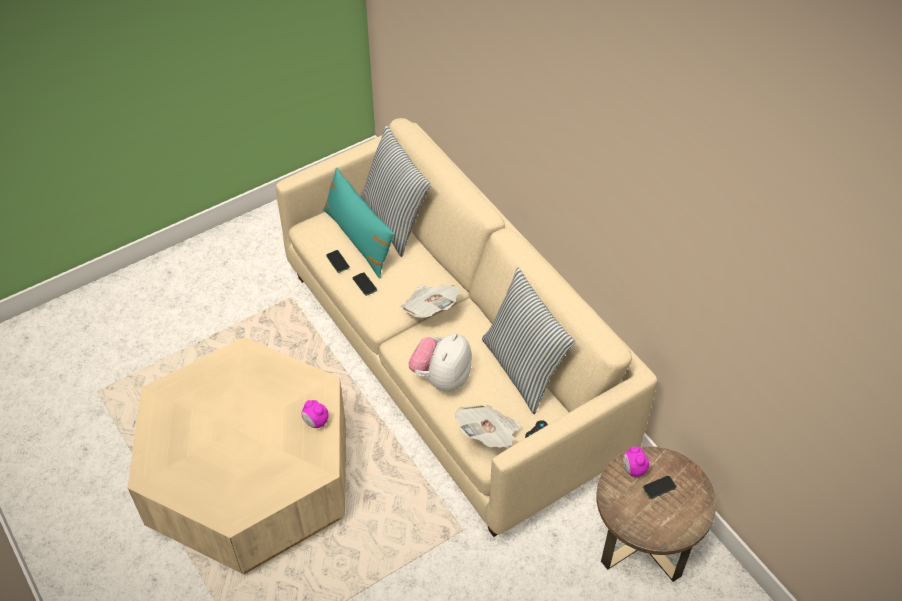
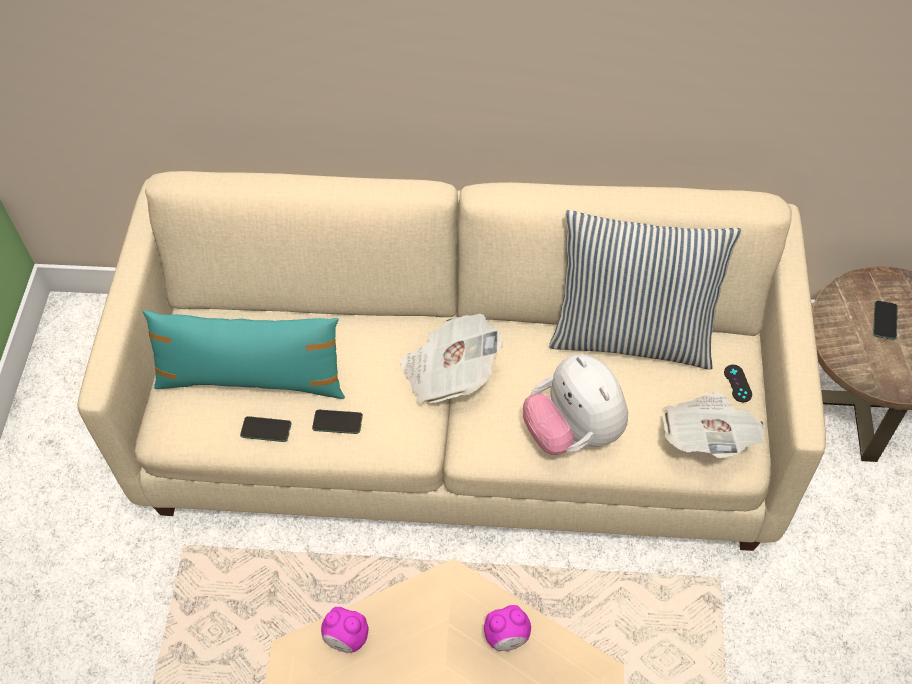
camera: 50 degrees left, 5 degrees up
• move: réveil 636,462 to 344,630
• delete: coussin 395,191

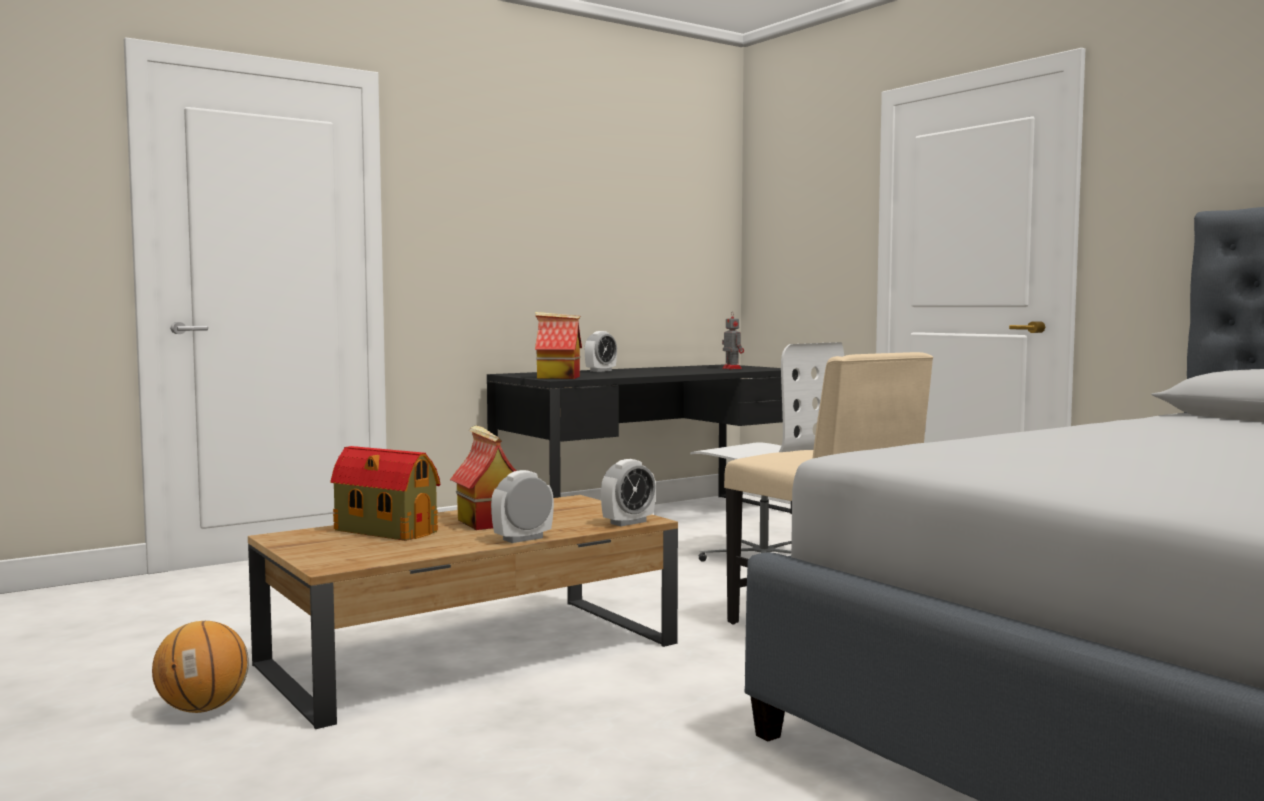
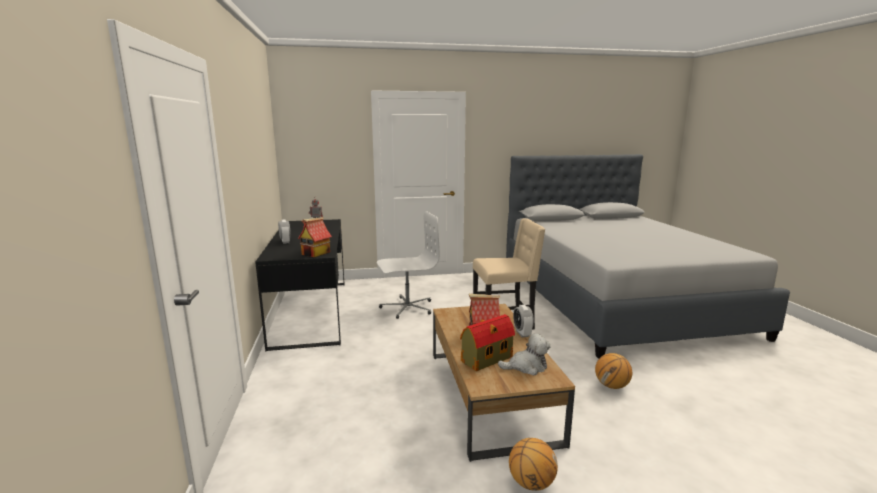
camera: 65 degrees left, 10 degrees up
• insert: peluche 524,354
• insert: ballon de basket 613,371
• delete: réveil 628,492

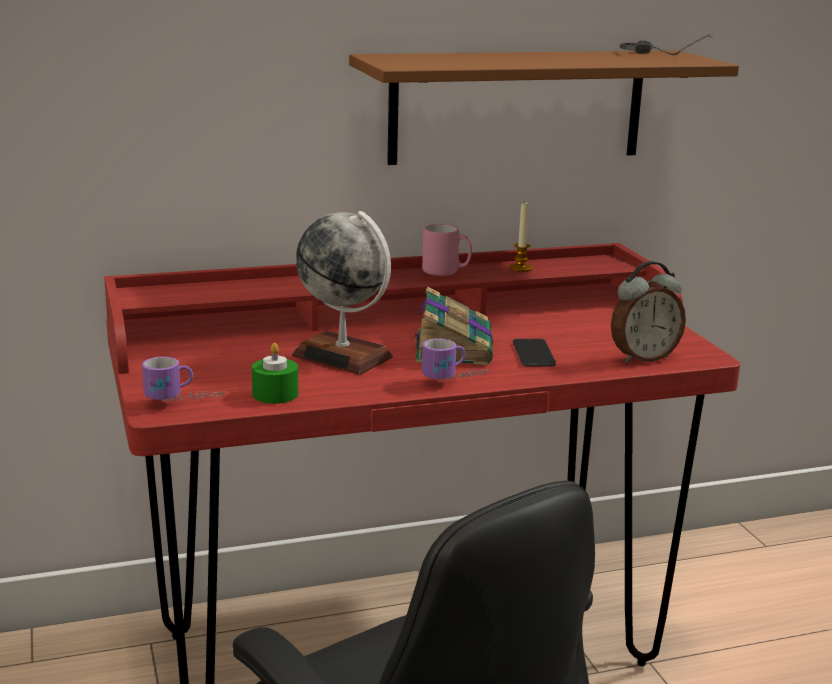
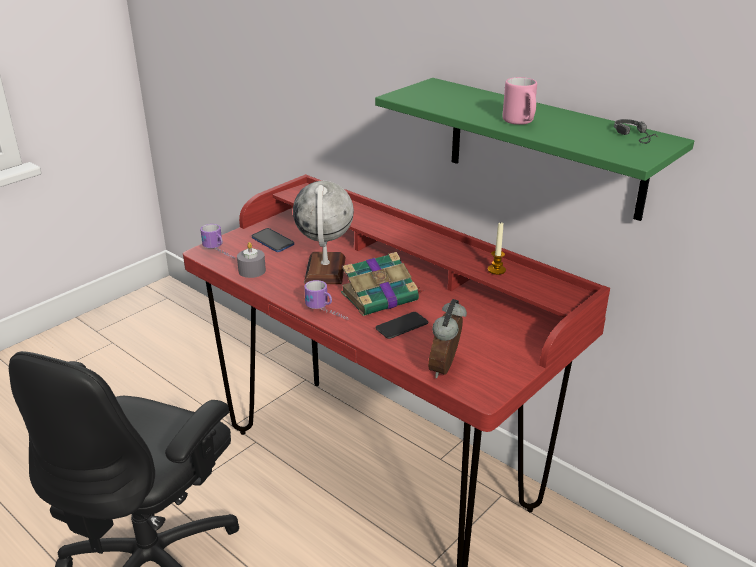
camera: 60 degrees right, 10 degrees up
• recolor: bougie (vert) 275,373 to bougie (gris) 251,260
• insert: téléphone 273,240
• recolor: étagère (marron) 544,108 to étagère (vert) 534,149
• rotate: réveil 648,312 = 447,338 75 degrees clockwise
• move: mug (rose) 447,250 to 519,101

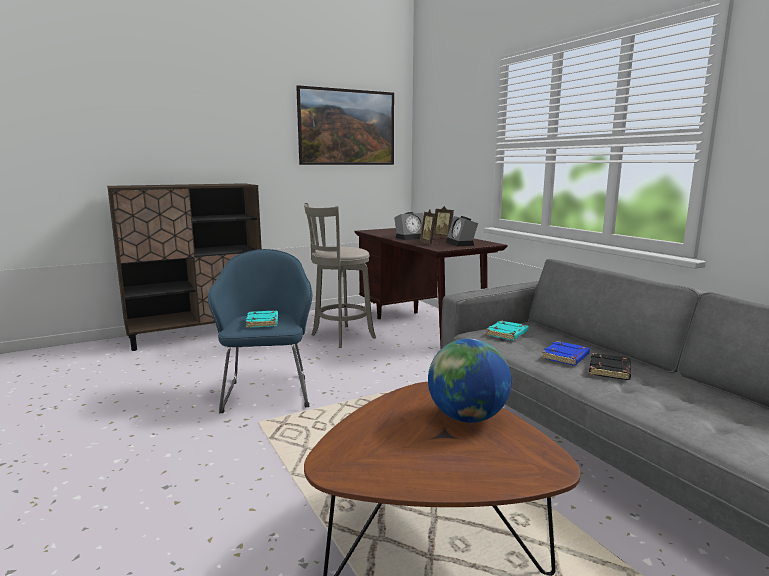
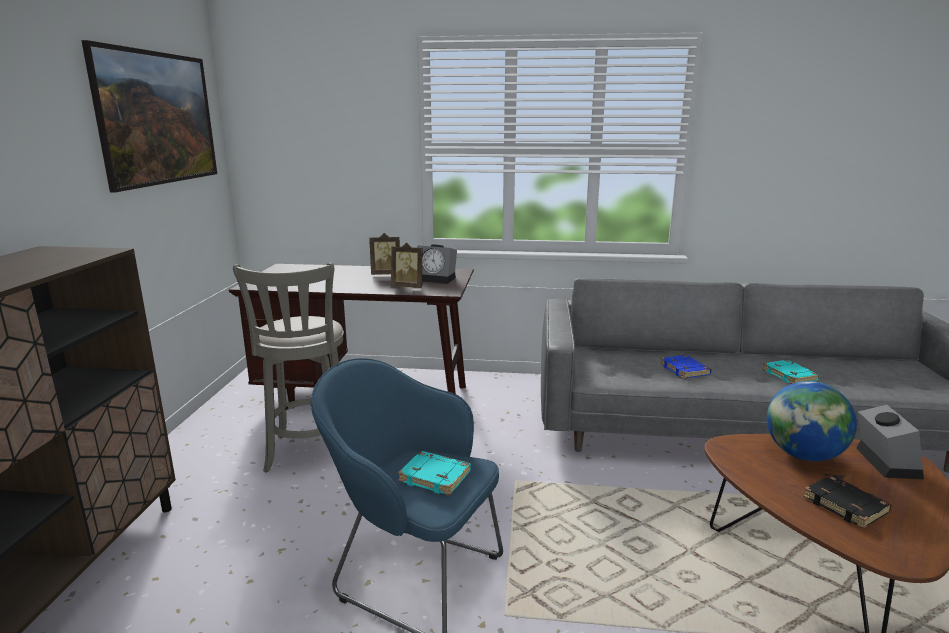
camera: 55 degrees left, 5 degrees up
• move: livre (turquoise) 507,330 to 791,372
• move: livre (noir) 610,366 to 847,501
• move: réveil 409,226 to 890,442

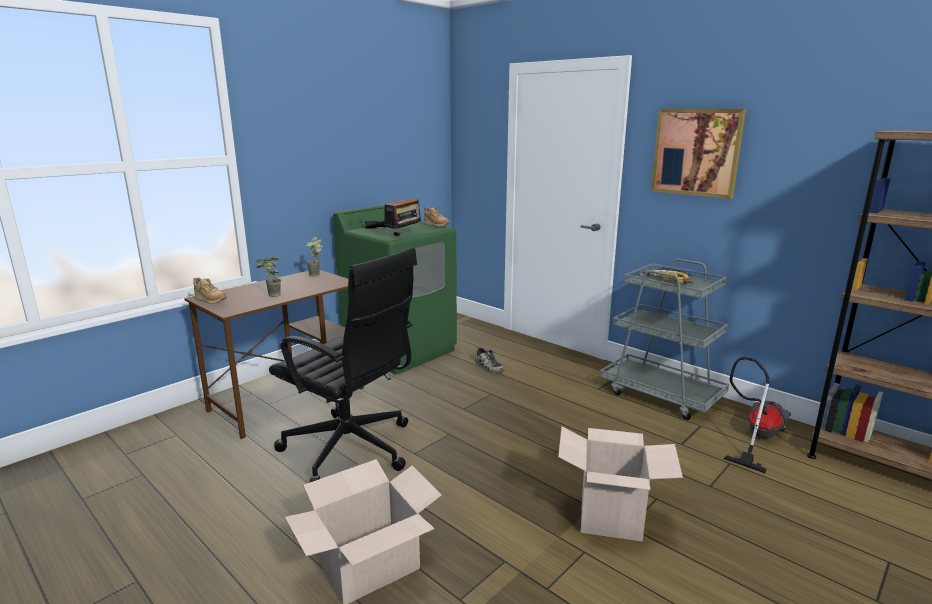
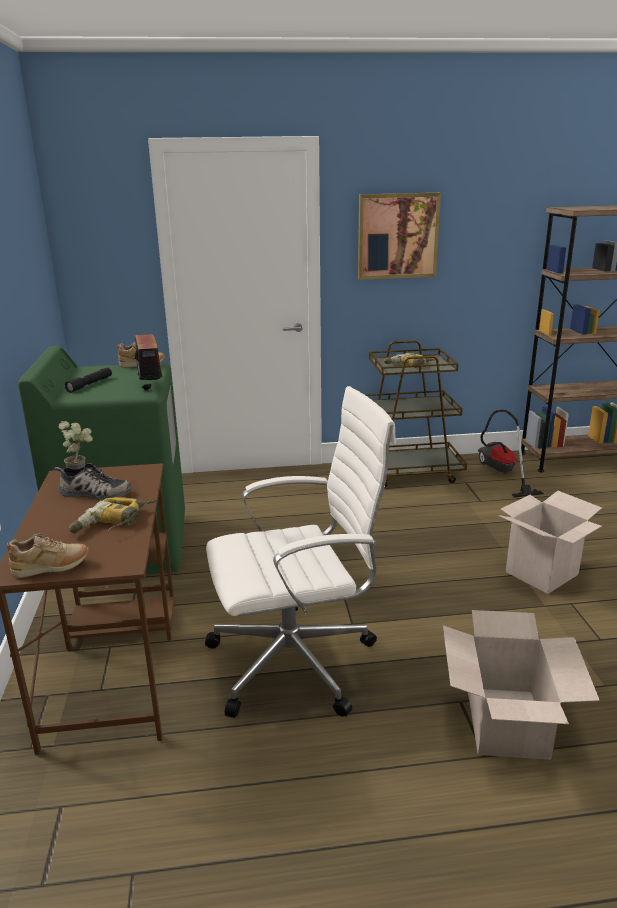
camera: 50 degrees left, 5 degrees up
• move: chaussure 489,360 to 92,481
• replace: plante en pot 268,277 to perceuse 112,515
• recolor: chaise de bureau (noir) 343,364 to chaise de bureau (blanc) 300,552
• recolor: chariot (gris) 664,339 to chariot (marron) 415,413

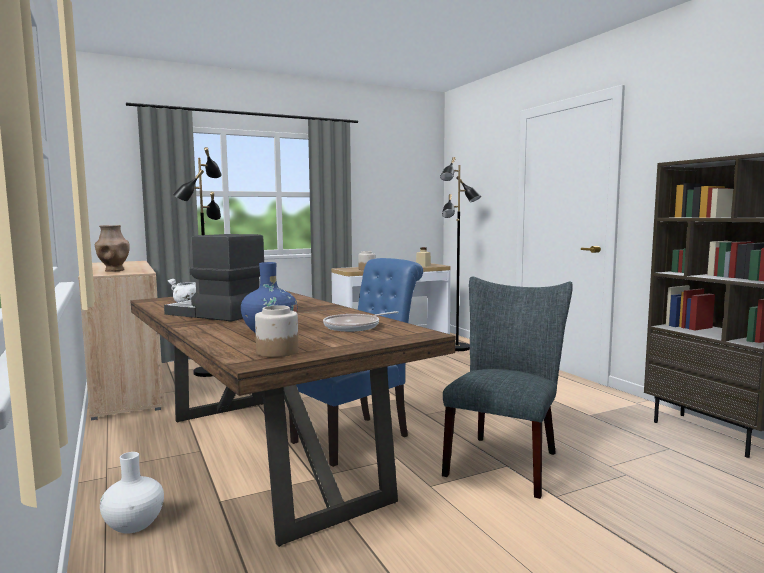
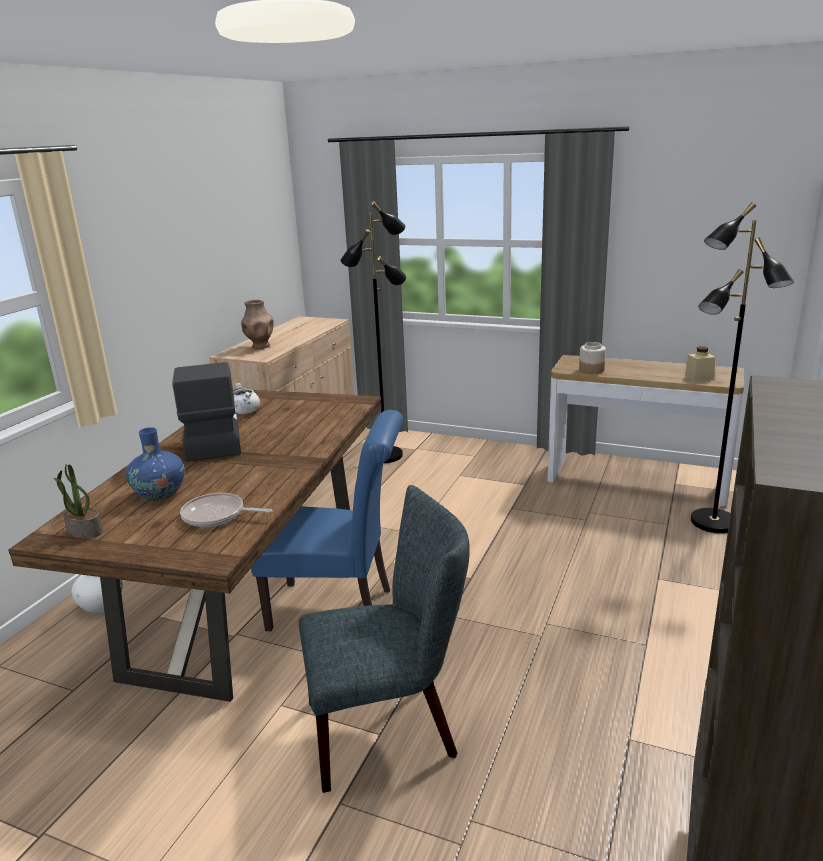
camera: 50 degrees right, 15 degrees up
• replace: bocal 277,331 to plante en pot 78,501

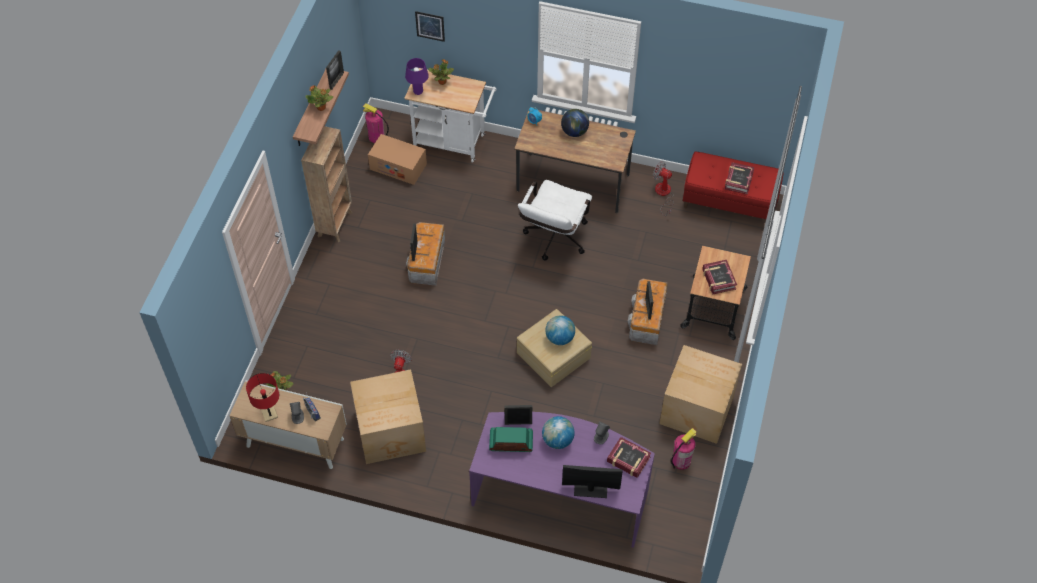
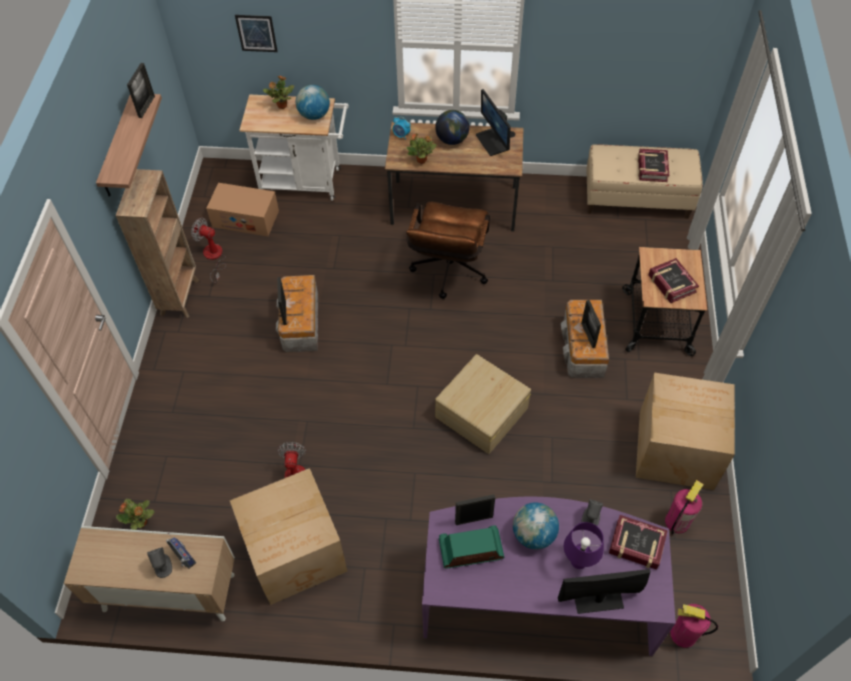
camera: 10 degrees left, 0 degrees up
• move: ventilateur 663,189 to 208,250
• move: globe 560,330 to 313,102
• move: plante en pot 319,98 to 421,149
• recolor: chaise de bureau (blanc) 555,220 to chaise de bureau (marron) 448,250
• insert: écran d'ordinateur 493,122
• move: lampe de table (violet) 417,76 to 584,545
• recolor: banc (rouge) 733,185 to banc (beige) 644,181
• move: extincteur 376,123 to 694,626
• delete: lampe de table (rouge) 262,397

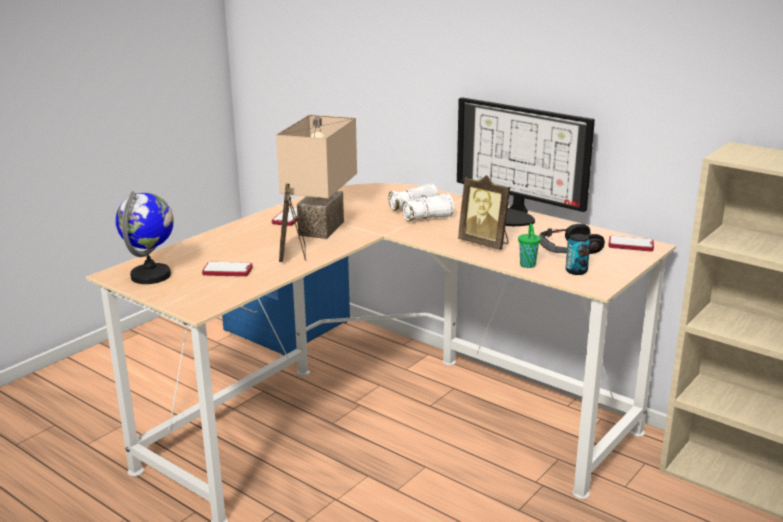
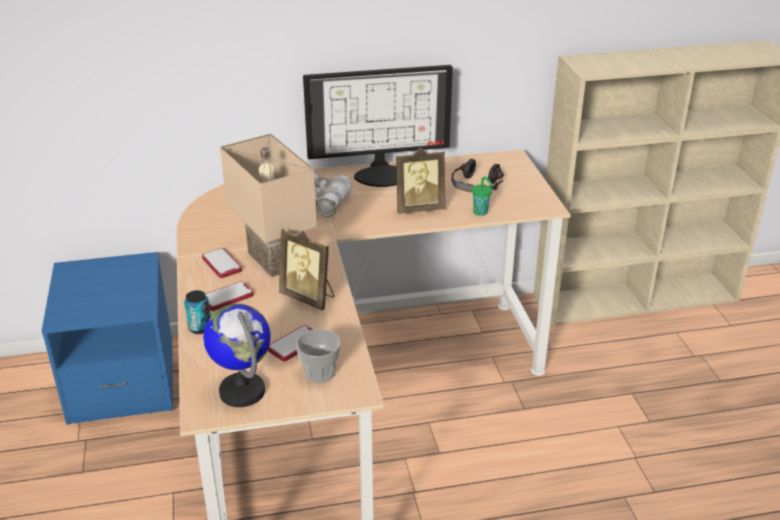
camera: 50 degrees left, 10 degrees up
• move: boîte métallique 578,254 to 197,312
• move: téléphone 631,244 to 229,296
• insert: tasse 318,356

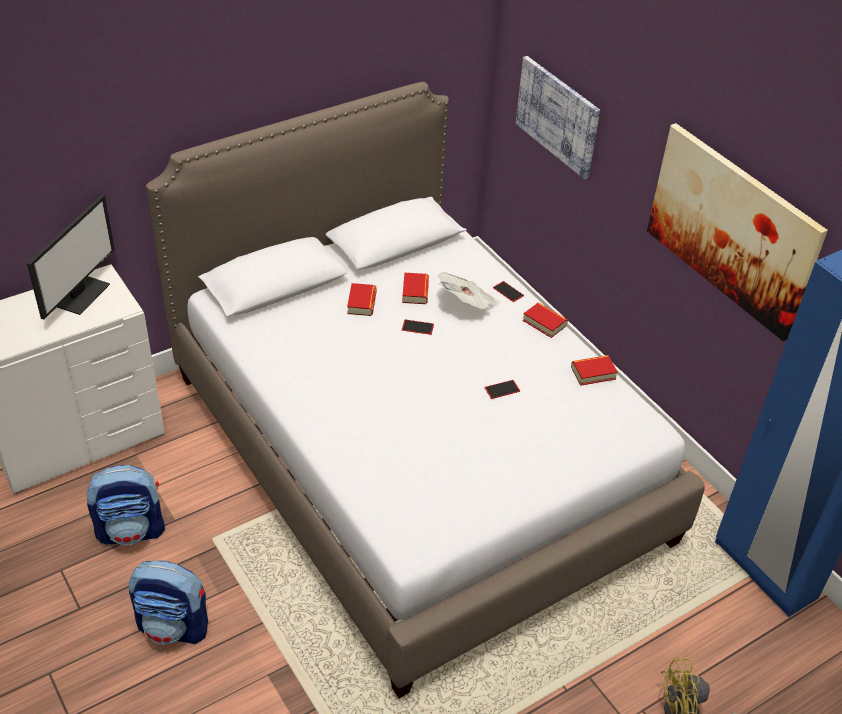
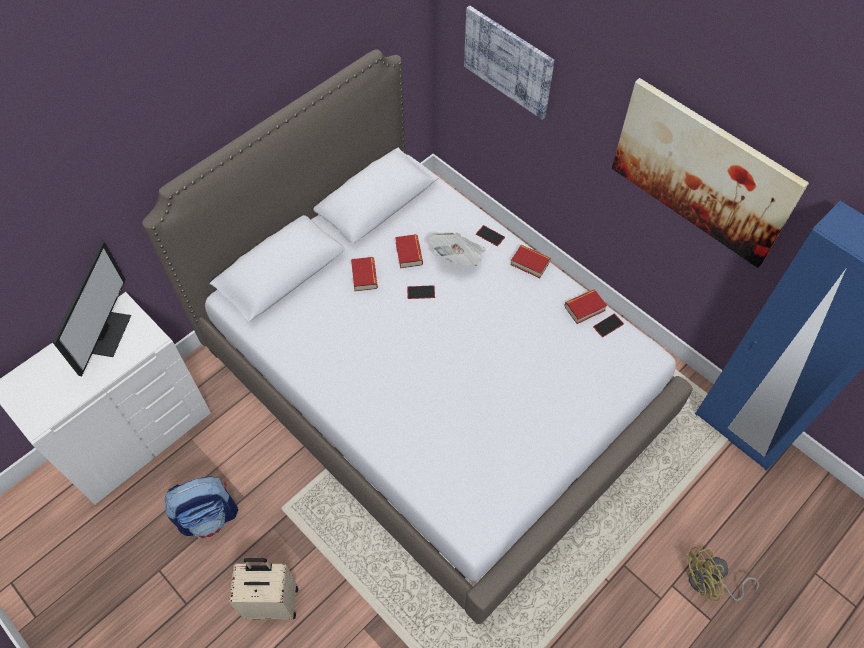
camera: 10 degrees left, 15 degrees up
• replace: sac à dos 168,603 to valise (beige) 263,588
• move: téléphone 502,389 to 608,325

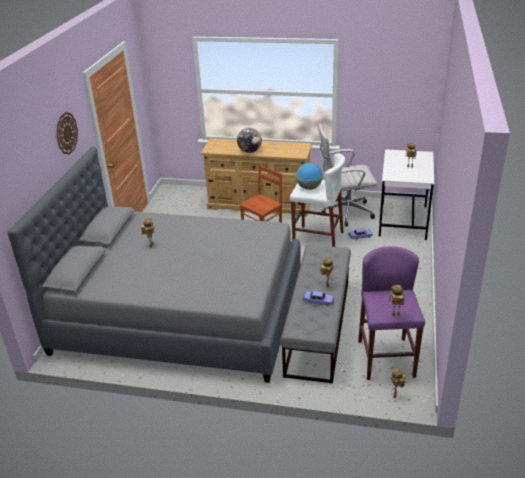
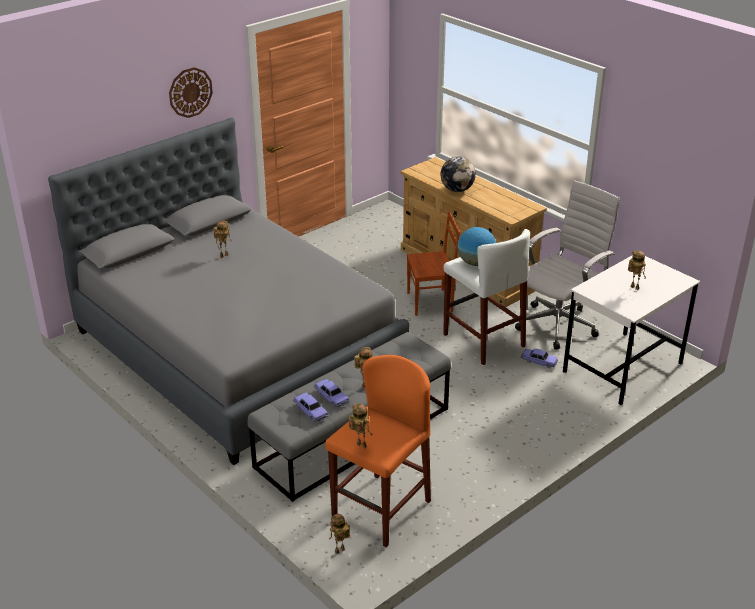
camera: 35 degrees right, 0 degrees up
• insert: petite voiture 311,407
• recolor: tabouret (violet) 391,313 to tabouret (orange) 378,451
• rotate: chaise de bureau (blanc) 347,175 = 567,264 105 degrees clockwise

